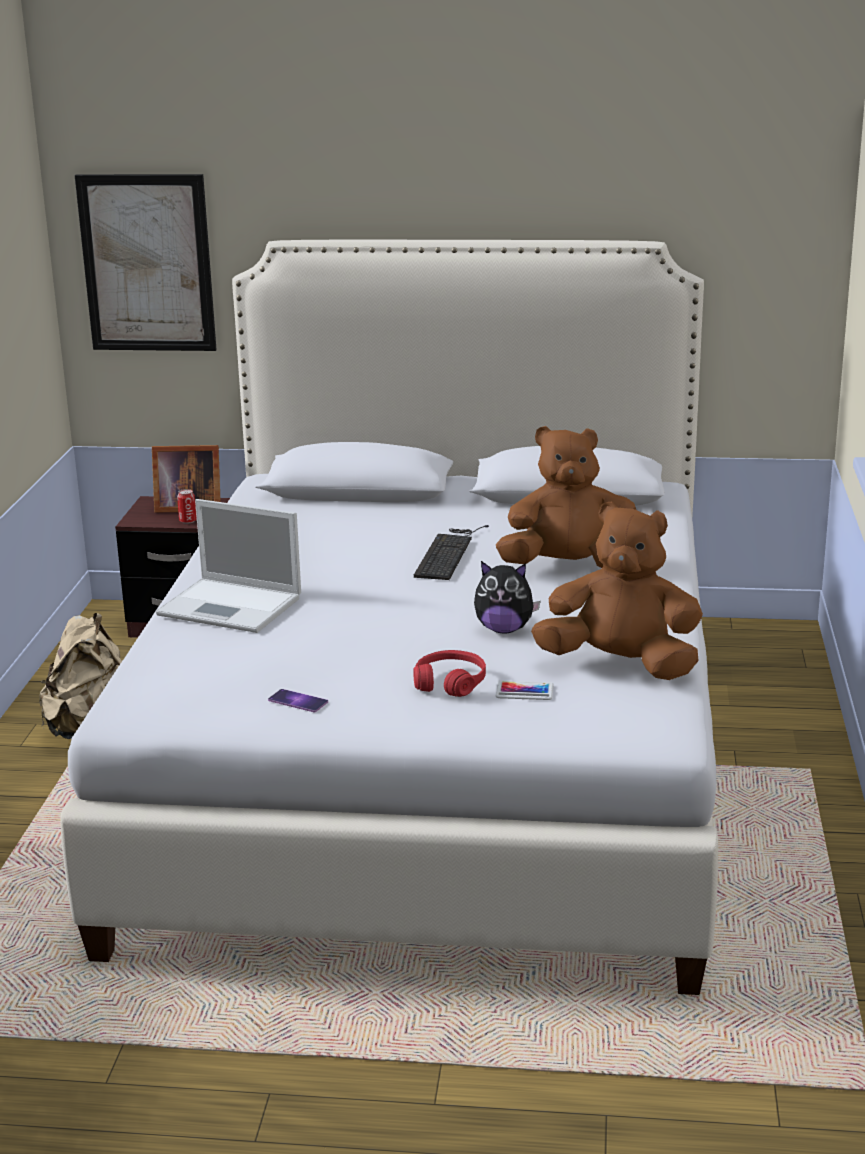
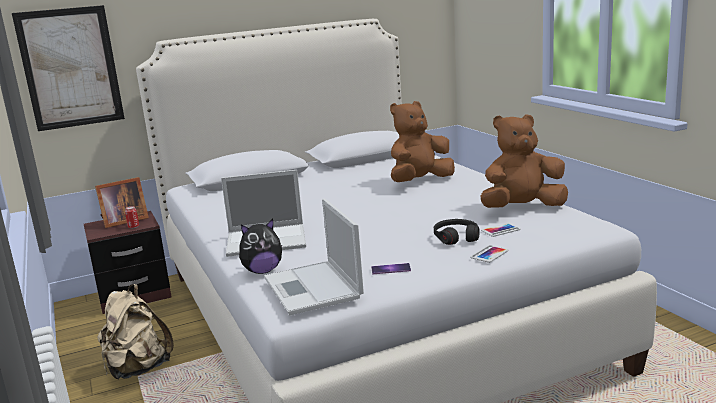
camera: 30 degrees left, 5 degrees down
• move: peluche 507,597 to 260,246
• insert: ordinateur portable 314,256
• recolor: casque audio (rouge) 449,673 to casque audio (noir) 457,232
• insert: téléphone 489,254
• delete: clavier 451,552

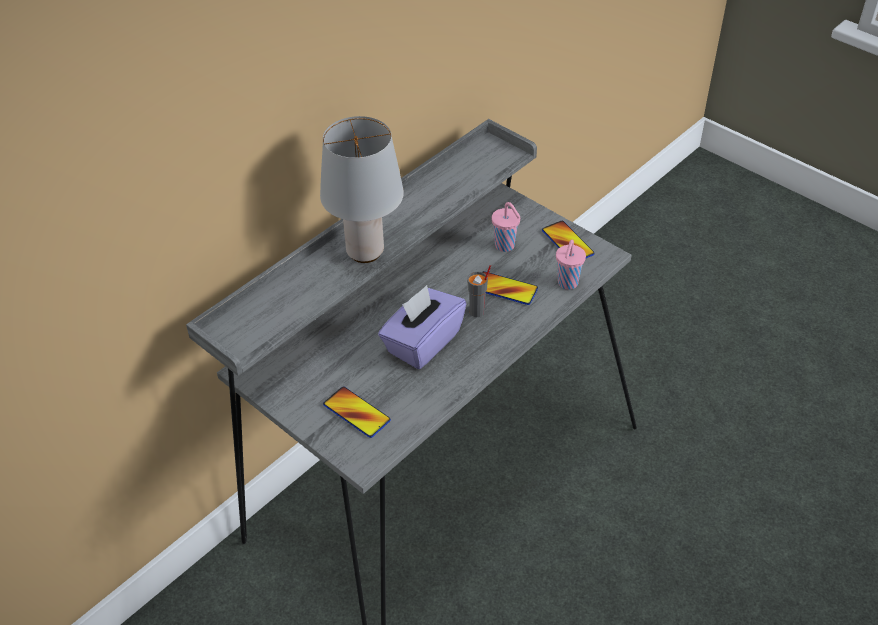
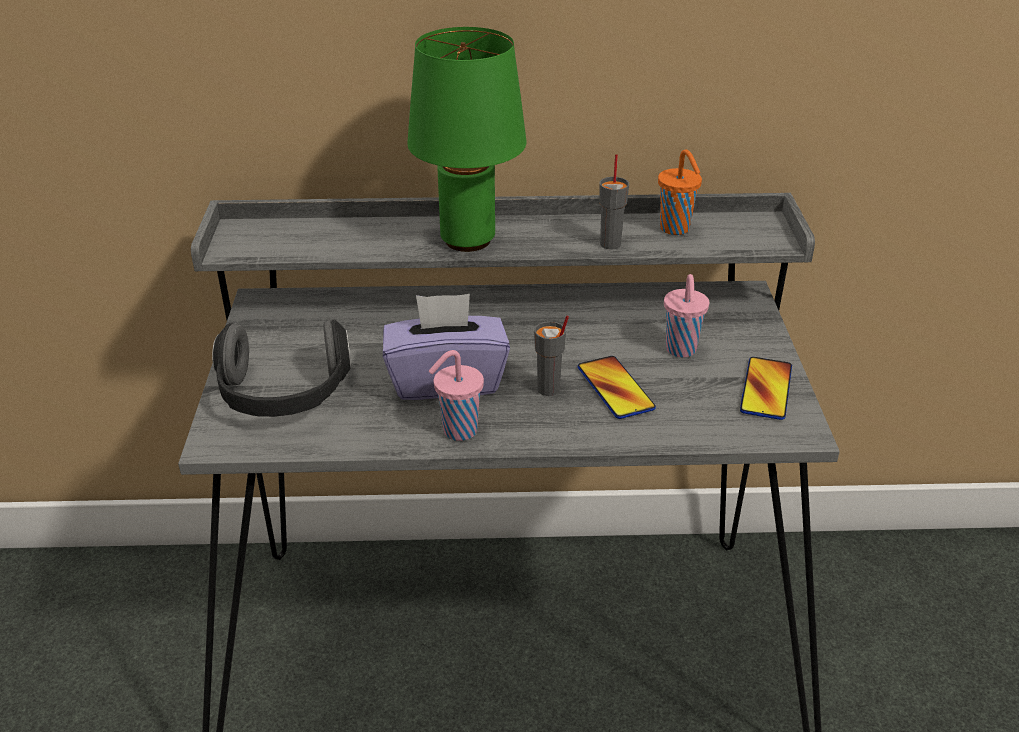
camera: 45 degrees right, 10 degrees down
• replace: téléphone 357,412 to casque audio 281,368
• recolor: lampe de table (gris) 362,189 to lampe de table (vert) 467,139
• move: tasse (rose) 571,265 to 456,395
• insert: tasse (gris) 614,201
• insert: tasse (orange) 680,192

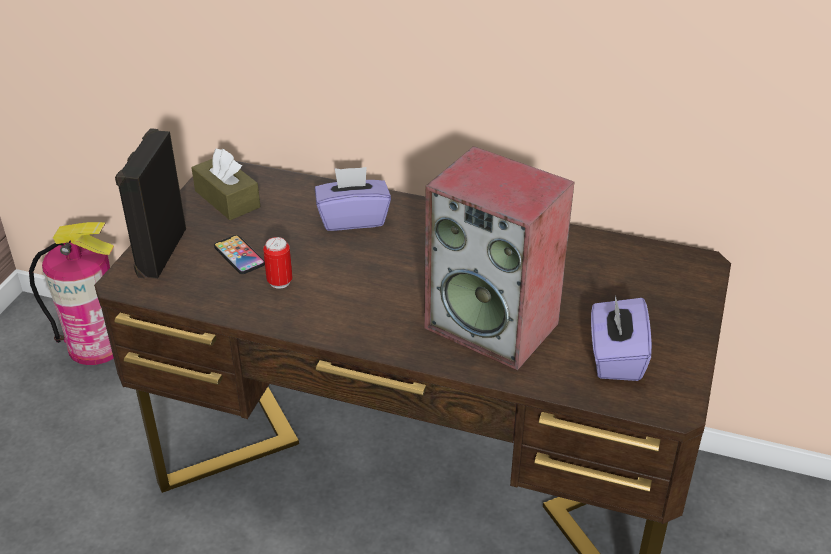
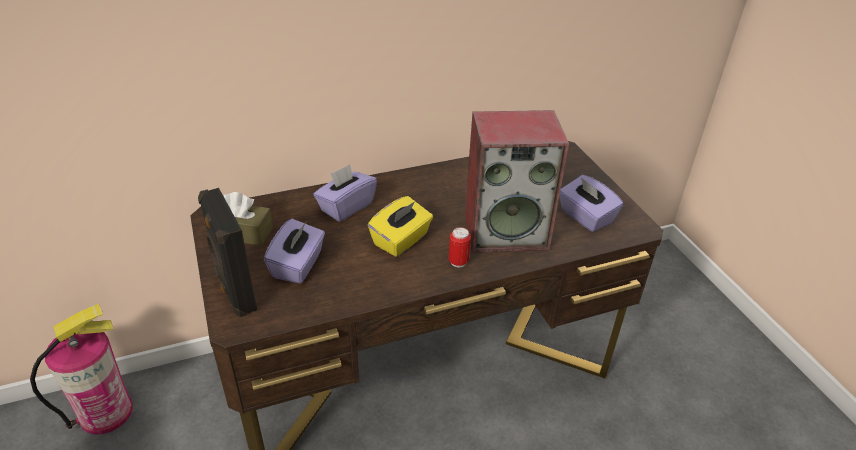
camera: 40 degrees left, 0 degrees up
• replace: téléphone 239,254 to boîte à mouchoirs (violet) 294,251
• insert: boîte à mouchoirs (jaune) 400,226
• move: boîte métallique 278,263 to 460,247

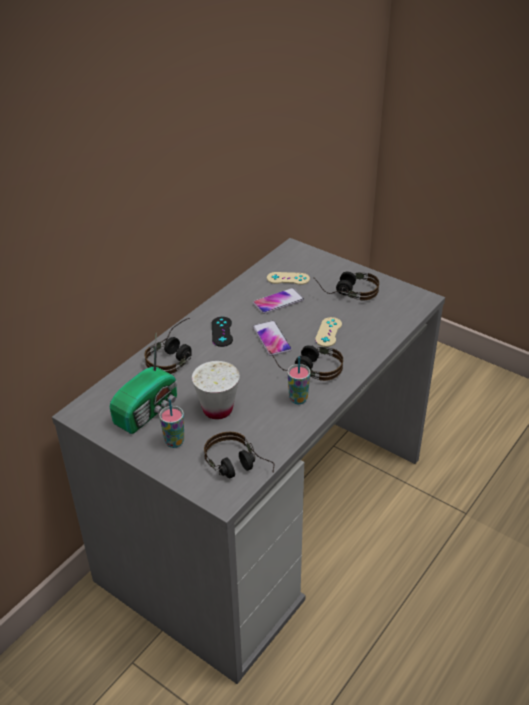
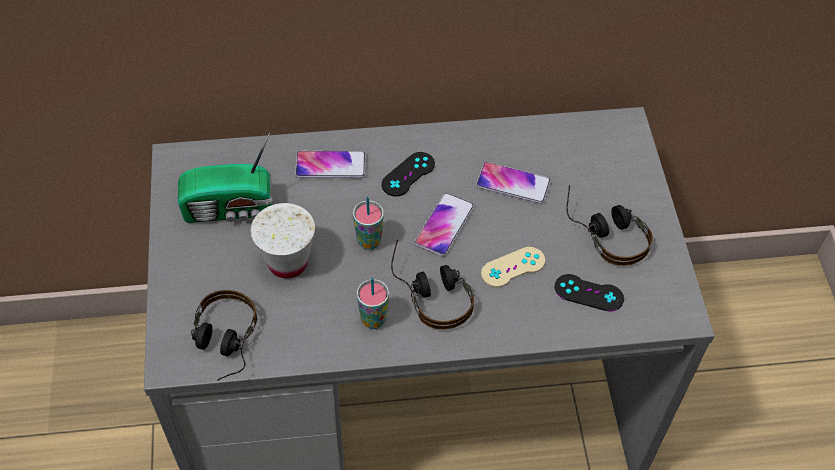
camera: 45 degrees right, 15 degrees up
• replace: casque audio 168,346 to téléphone 330,164
• move: tasse 171,423 to 368,223
• insert: manette (noir) 589,293
• delete: manette (beige) 288,278

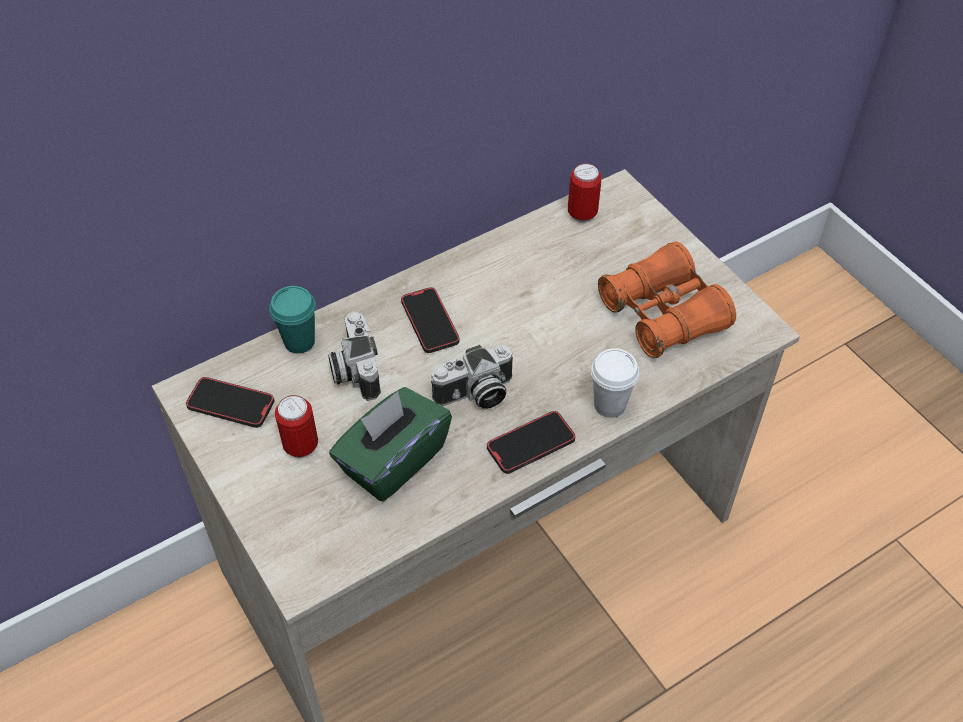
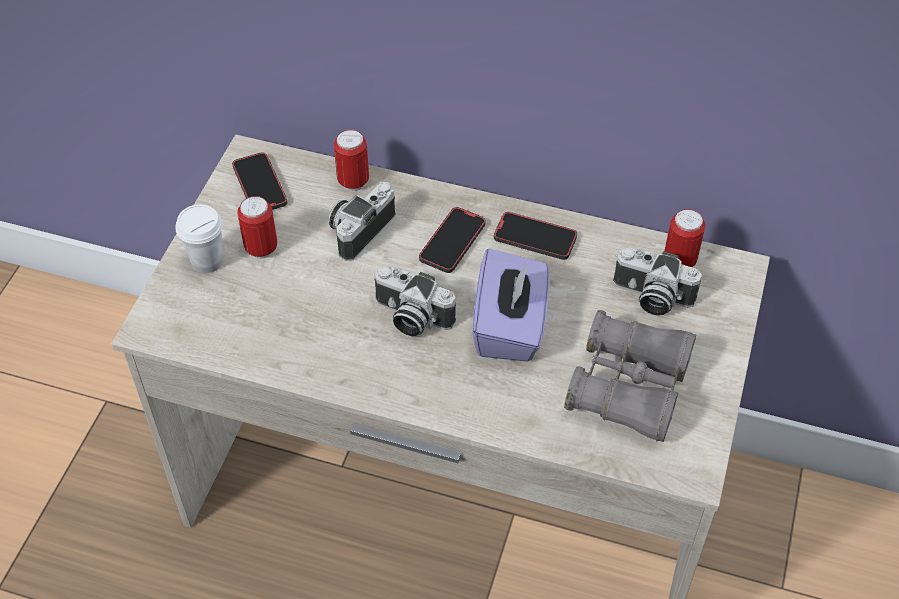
camera: 50 degrees right, 0 degrees up
• move: tasse (blanc) 615,383 to 199,238
• replace: tasse (turquoise) 292,320 to boîte métallique 351,160
• insert: boîte à mouchoirs (violet) 511,305
• move: téléphone 531,442 to 535,236
• recolor: jumelles (orange) 667,300 to jumelles (gris) 630,376
• insert: appareil photo 657,282
• delete: boîte à mouchoirs (vert) 390,444

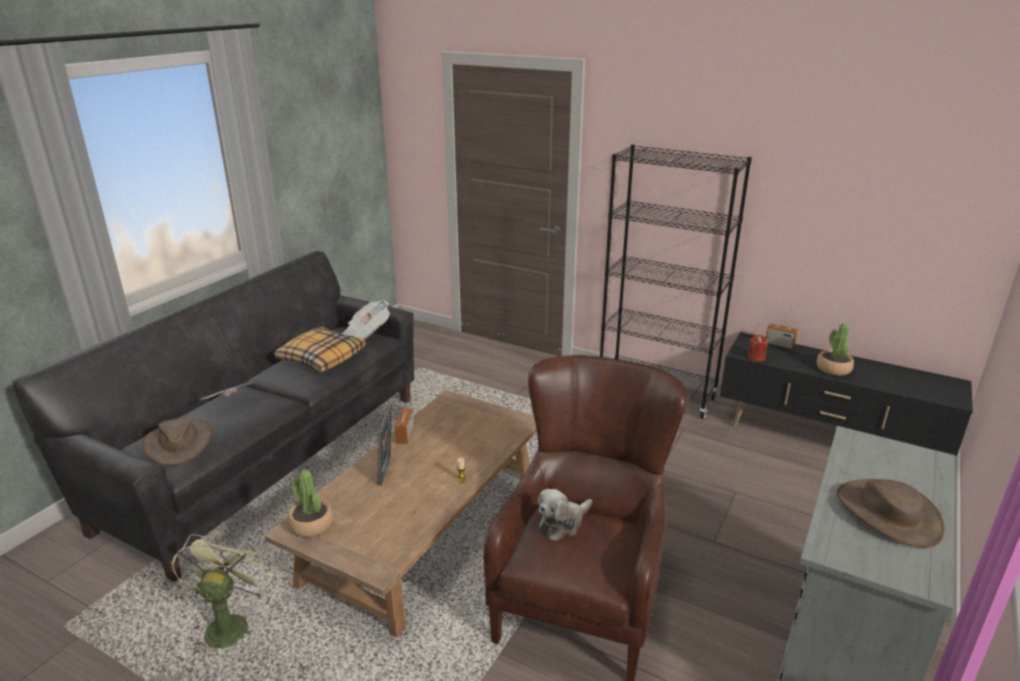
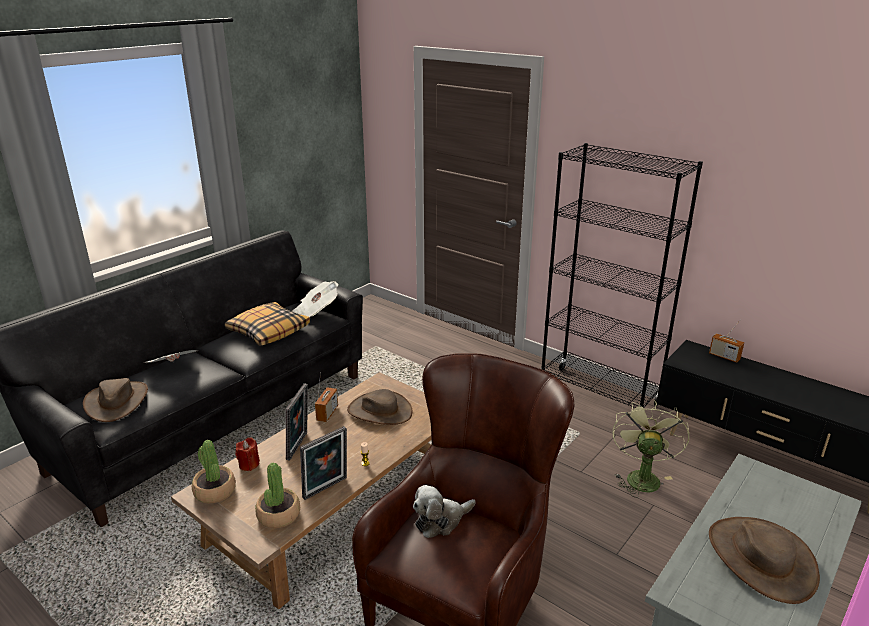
camera: 10 degrees right, 0 degrees up
• move: bougie (rouge) 758,348 to 247,454
• move: plante en pot 835,349 to 277,495
• insert: cadre photo 323,463
• insert: chapeau (marron) 379,407
• move: ventilateur (vert) 221,591 to 650,449

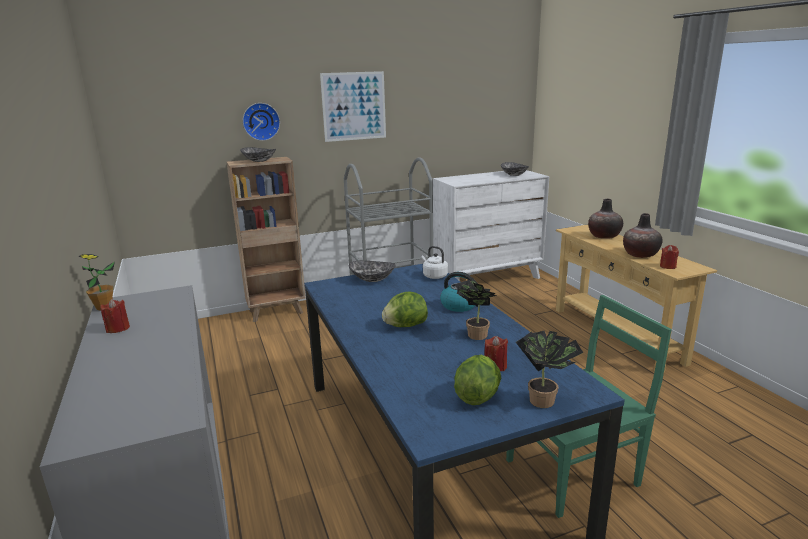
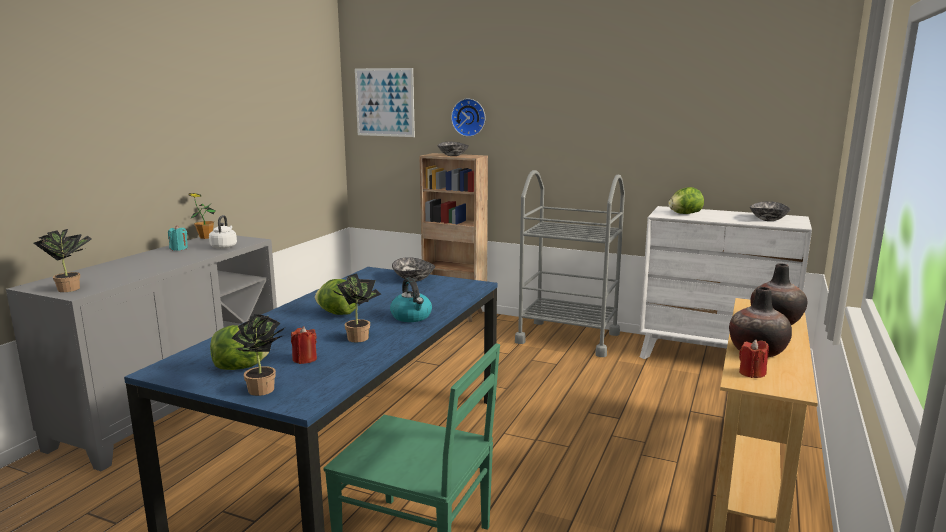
camera: 45 degrees right, 5 degrees down
• insert: plante en pot 63,260
• recolor: bougie (rouge) 115,316 to bougie (turquoise) 178,238
• move: bouilloire (blanc) 434,262 to 223,232
• move: tableau 353,106 to 385,102
• insert: laitue 686,200

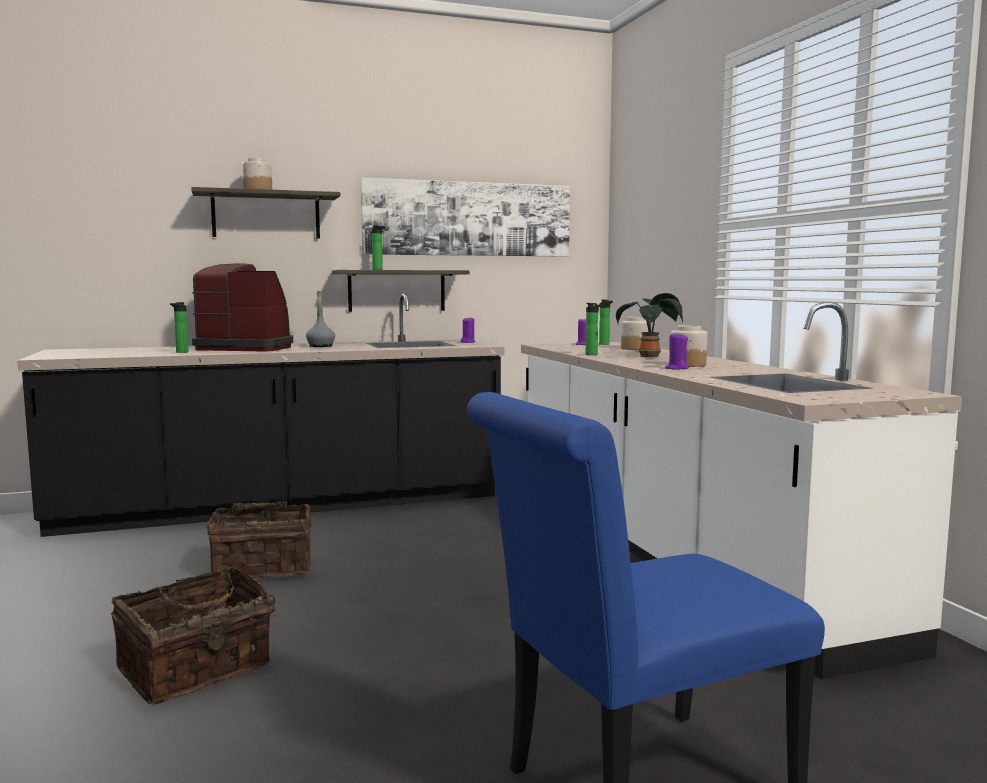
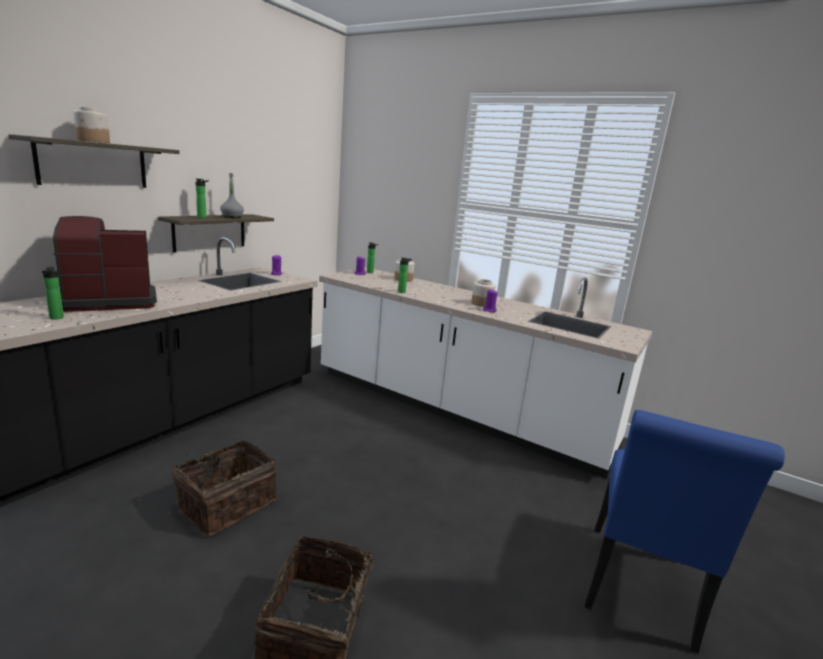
camera: 40 degrees left, 10 degrees up
• move: bouteille (gris) 320,319 to 232,195
• delete: tableau 465,217
• delete: plante en pot 649,325

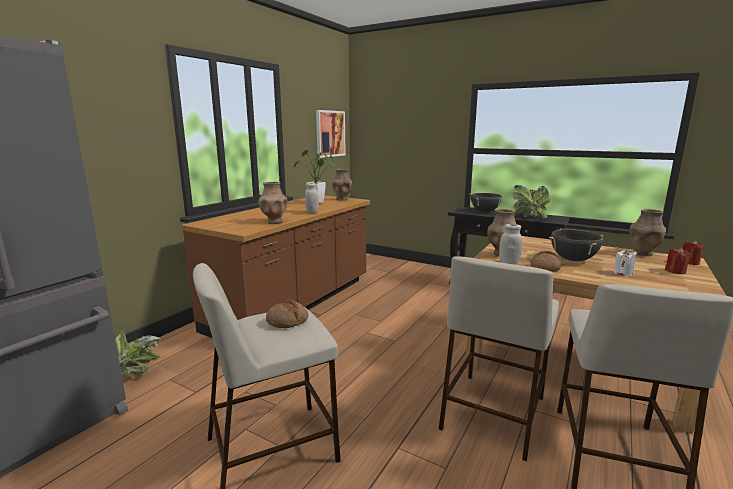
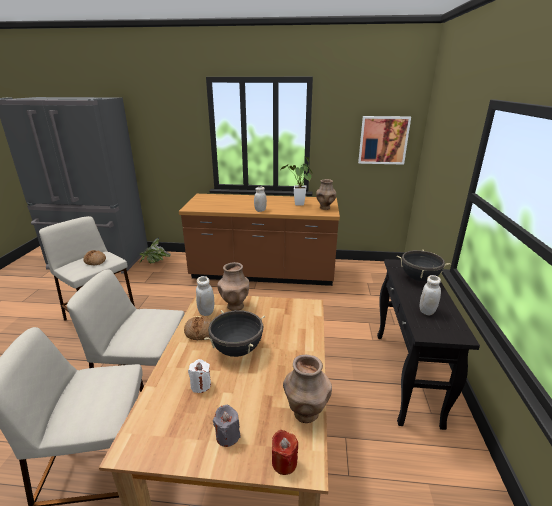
camera: 65 degrees right, 10 degrees up
• recolor: bougie (rouge) 678,261 to bougie (gris) 226,426
• replace: plante en pot 532,201 to bocal (blanc) 430,295
• delete: vase (marron) 272,203

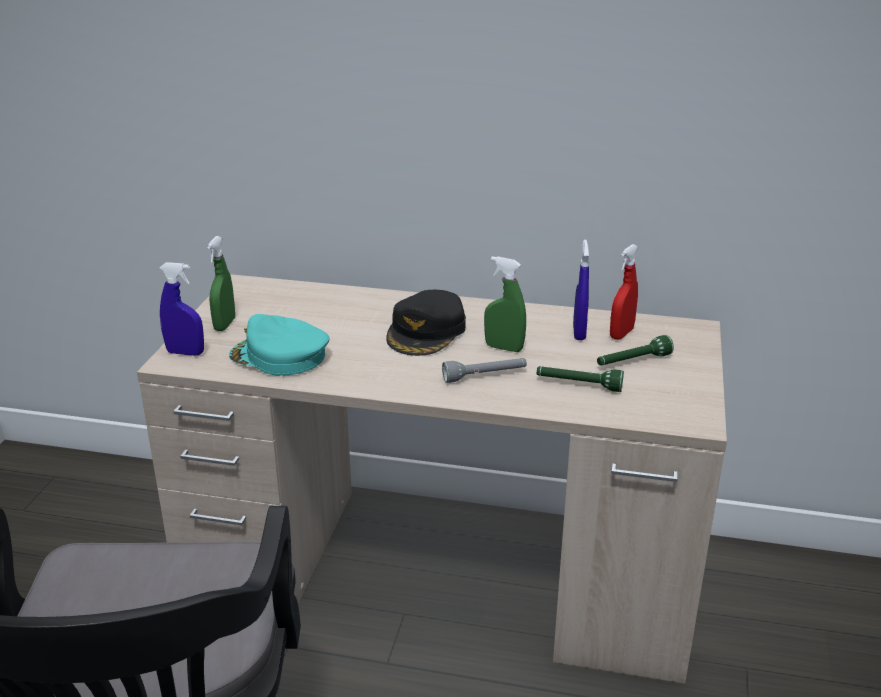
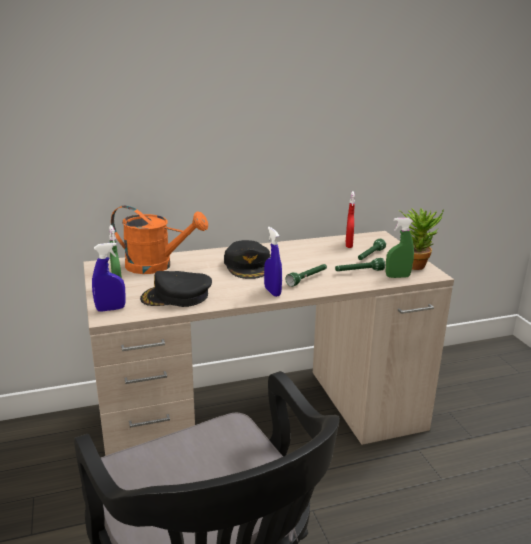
camera: 30 degrees left, 5 degrees down
• insert: arrosoir (orange) 159,240
• recolor: casquette (turquoise) 279,345 to casquette (noir) 176,289
• move: vaporisateur (bleu) 581,290 to 273,262
• recolor: lampe de poche (gris) 484,370 to lampe de poche (vert) 306,275
• move: vaporisateur (vert) 505,304 to 400,248
• insert: plante en pot 421,239

